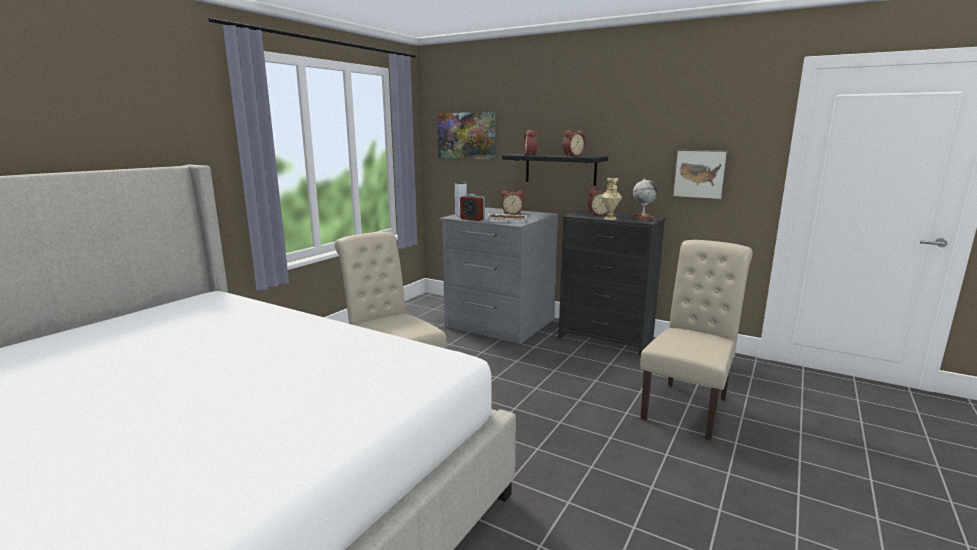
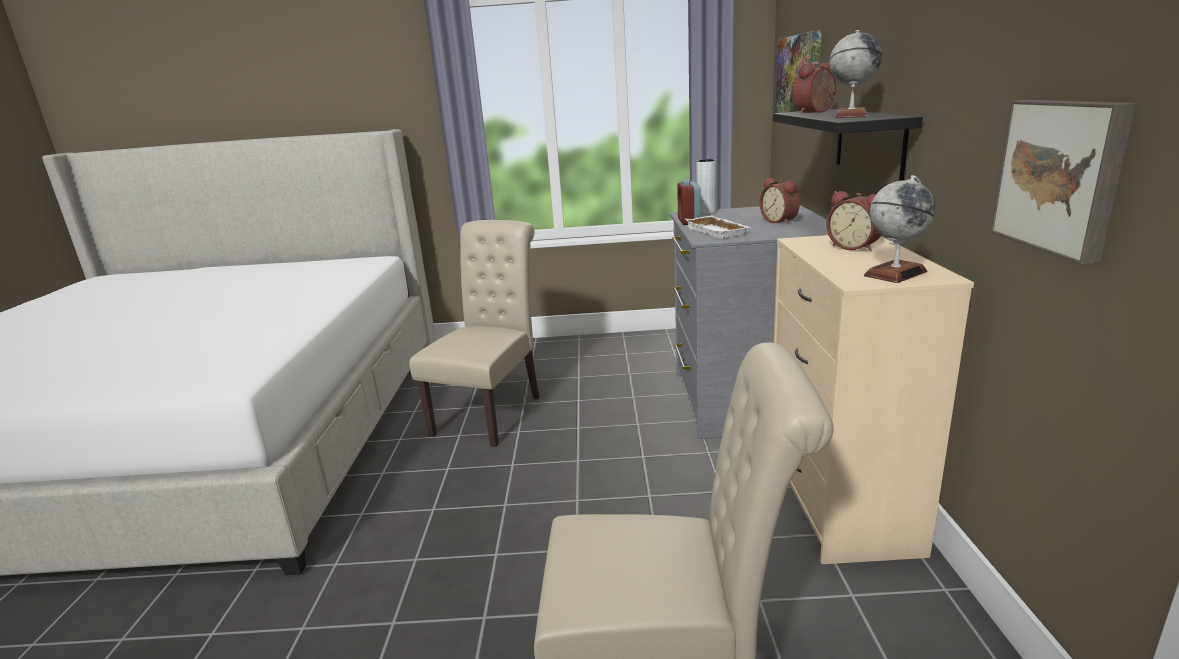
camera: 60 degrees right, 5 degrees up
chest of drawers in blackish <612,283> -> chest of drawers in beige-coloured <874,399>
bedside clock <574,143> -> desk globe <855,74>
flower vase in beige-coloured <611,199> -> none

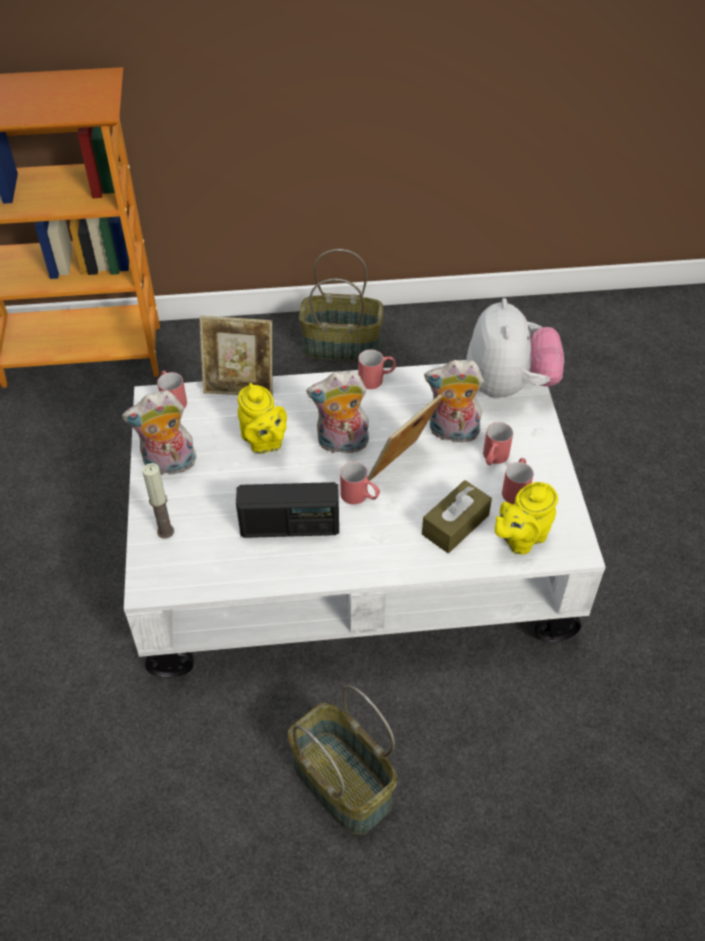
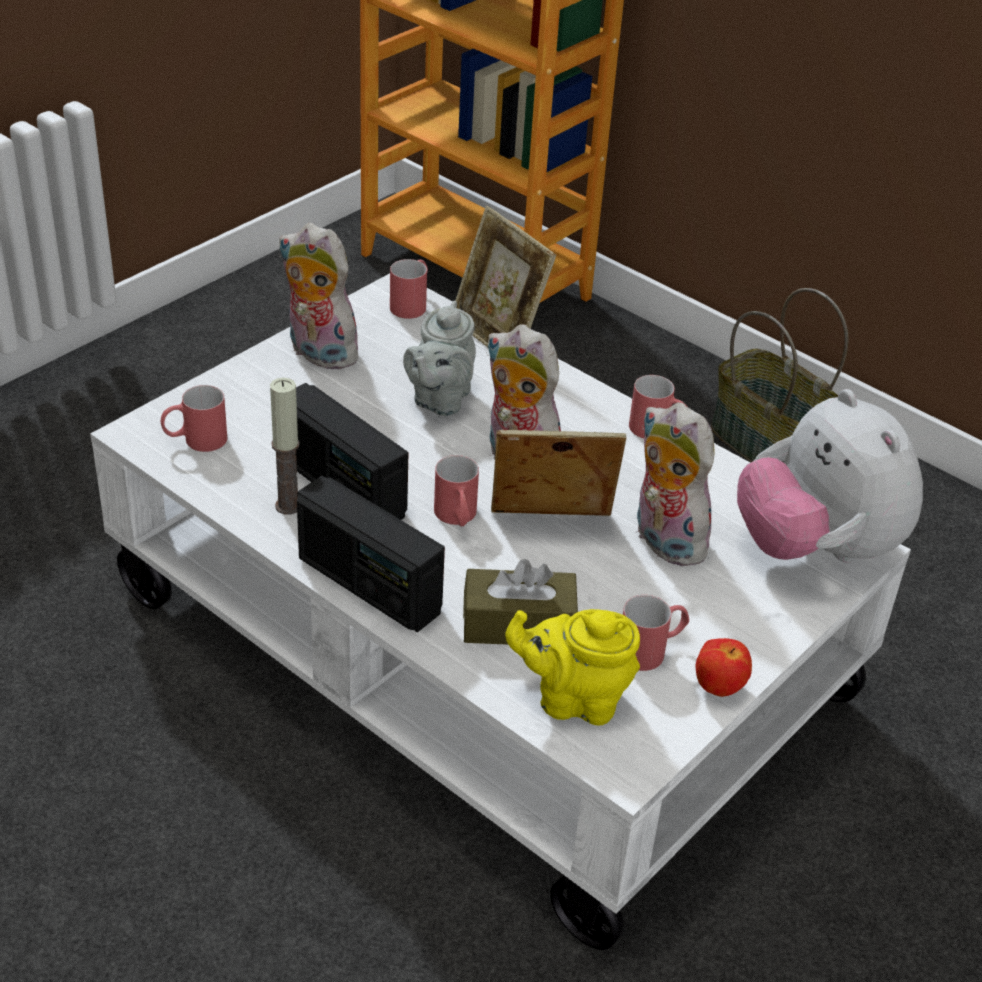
camera: 45 degrees right, 10 degrees down
wax candle <158,500> -> wax candle <285,446>, shifted
tea pot in yellow <262,418> -> tea pot in greyish <439,358>
basket <342,760> -> none
plush toy <515,348> -> plush toy <830,476>, 105 degrees clockwise
mug in red <498,443> -> mug in red <194,418>, shifted
none -> radio set <371,554>
none -> apple fruit <723,667>

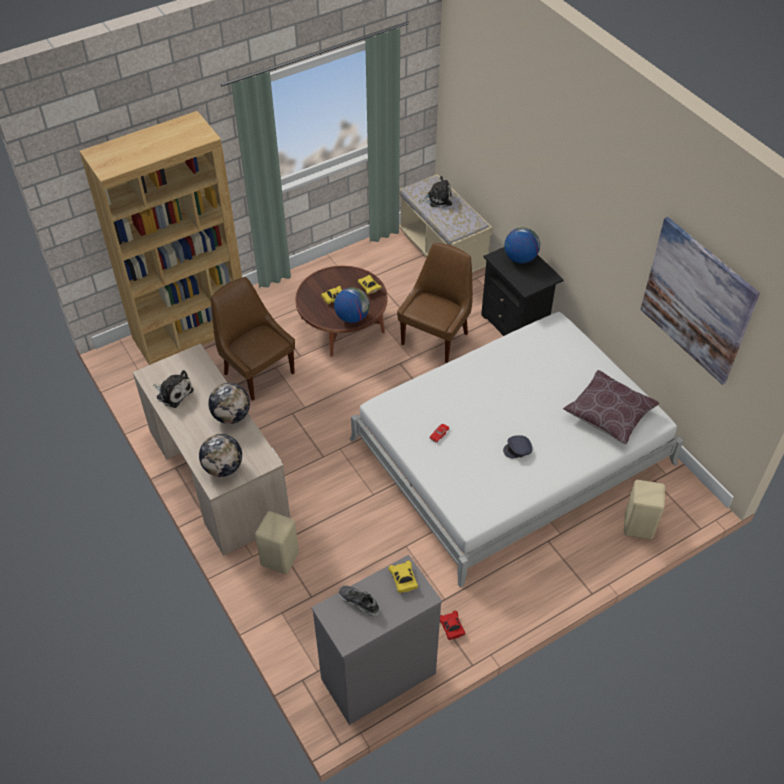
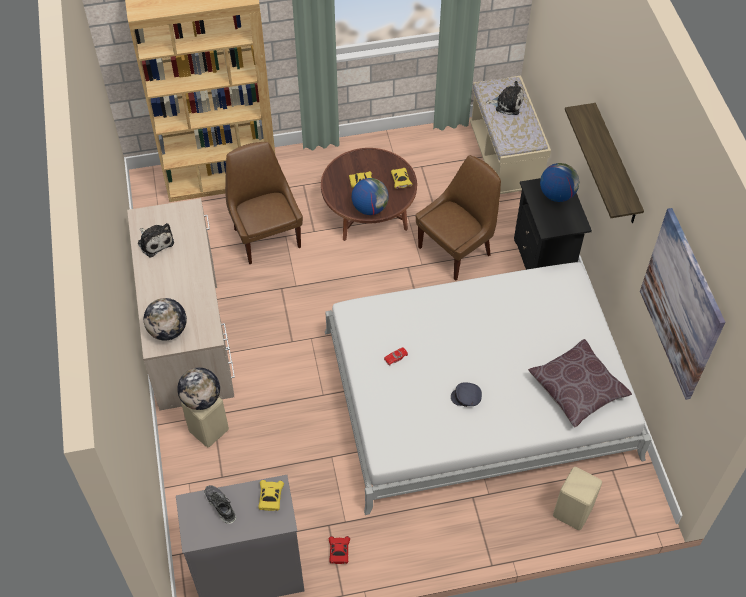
camera: 20 degrees right, 5 degrees up
desk globe <229,403> -> desk globe <198,388>, shifted
none -> bracket shelf <604,163>

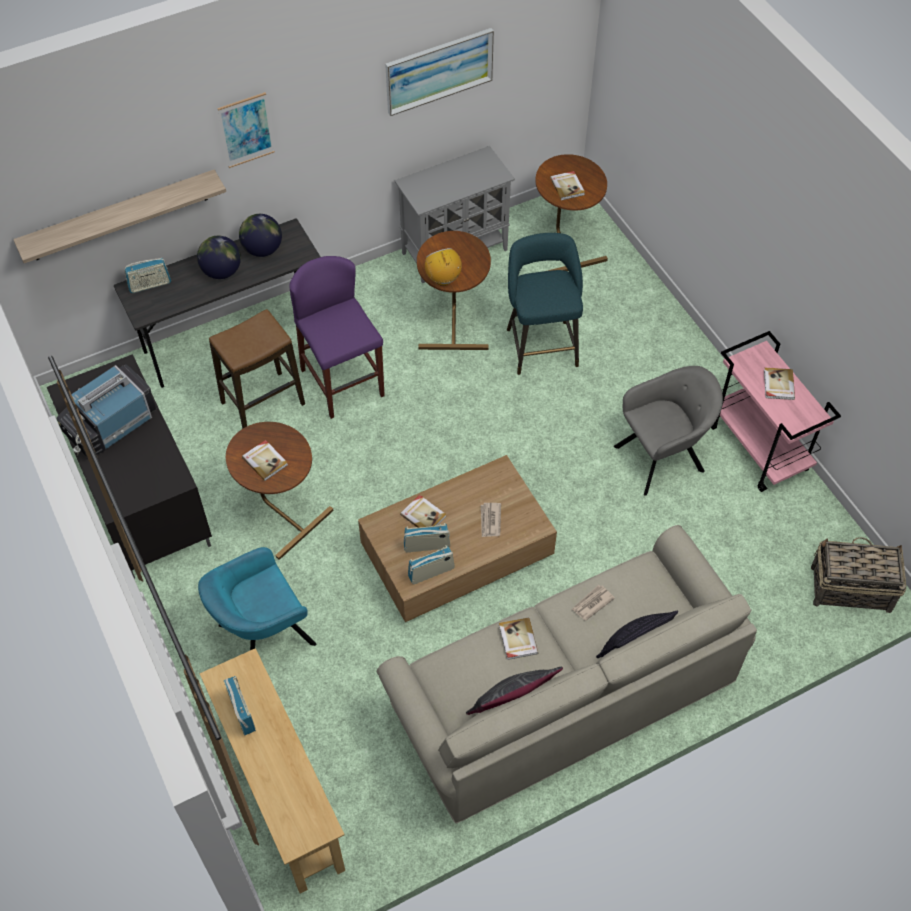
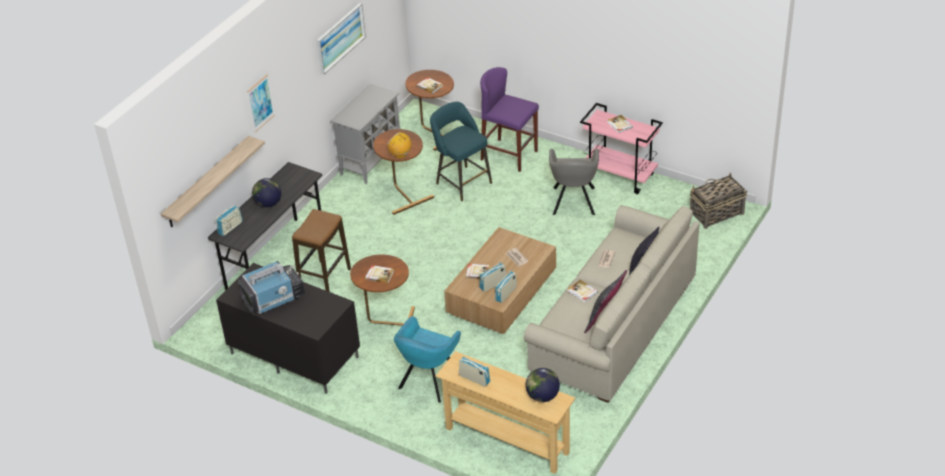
camera: 30 degrees left, 15 degrees down
TV set <106,411> -> TV set <271,287>, 135 degrees counterclockwise
desk globe <260,235> -> desk globe <543,385>, shifted
sitting stool in purple <337,337> -> sitting stool in purple <509,119>, shifted
easy chair in greyish <668,431> -> easy chair in greyish <574,182>, 150 degrees clockwise

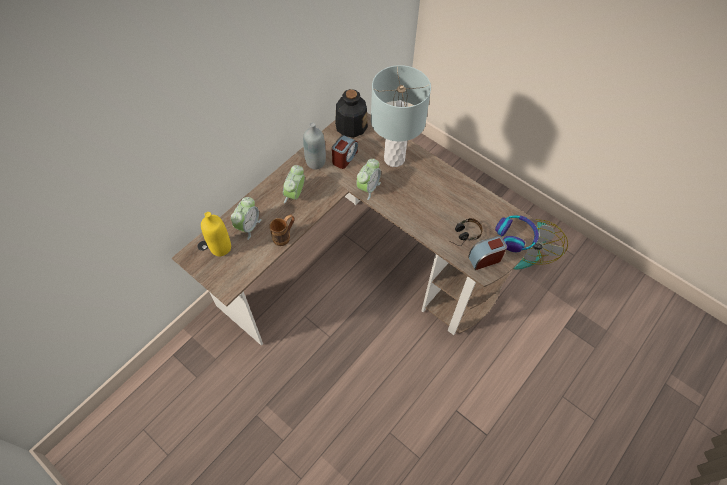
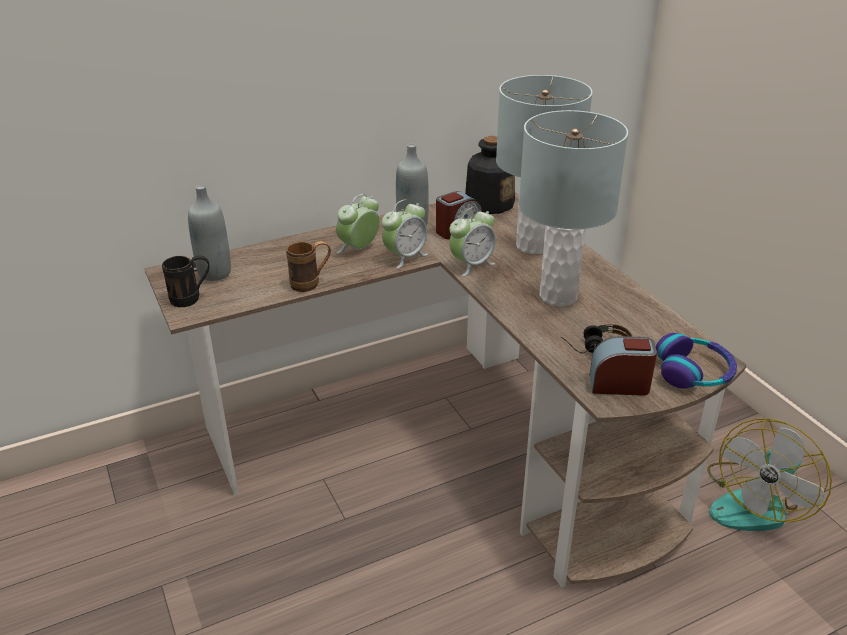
camera: 25 degrees right, 25 degrees down
beverage bottle in yellow <216,234> -> beverage bottle in greyish <209,233>
bedside clock <246,218> -> bedside clock <405,233>, shifted
none -> mug in blackish <185,281>
none -> tabletop lamp in greyish <573,208>

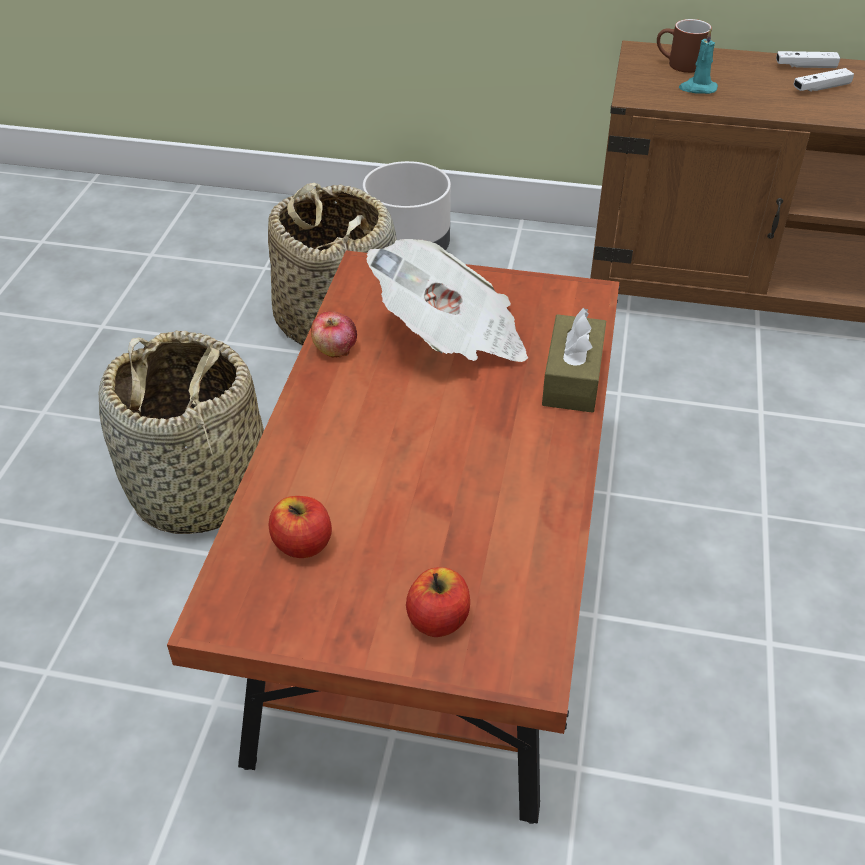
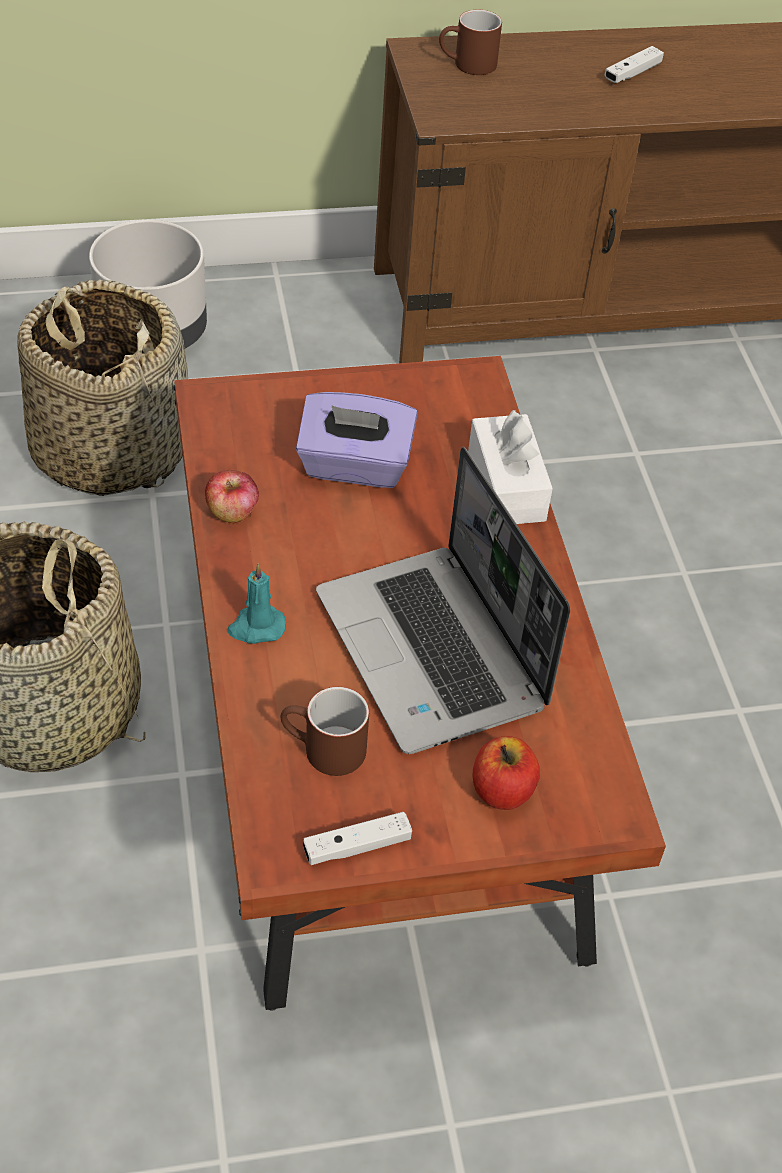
camera: 25 degrees left, 5 degrees up
apple fruit <300,527> -> mug in brown-coloured <324,731>
newspaper <447,300> -> tissue box in purple <356,440>
tissue box in brown-coloured <574,360> -> tissue box in whitish <510,466>
wax candle in turquoise <698,61> -> wax candle in turquoise <256,604>, shifted
joypad in whitish <808,59> -> joypad in whitish <357,838>, shifted
none -> notebook computer <443,600>

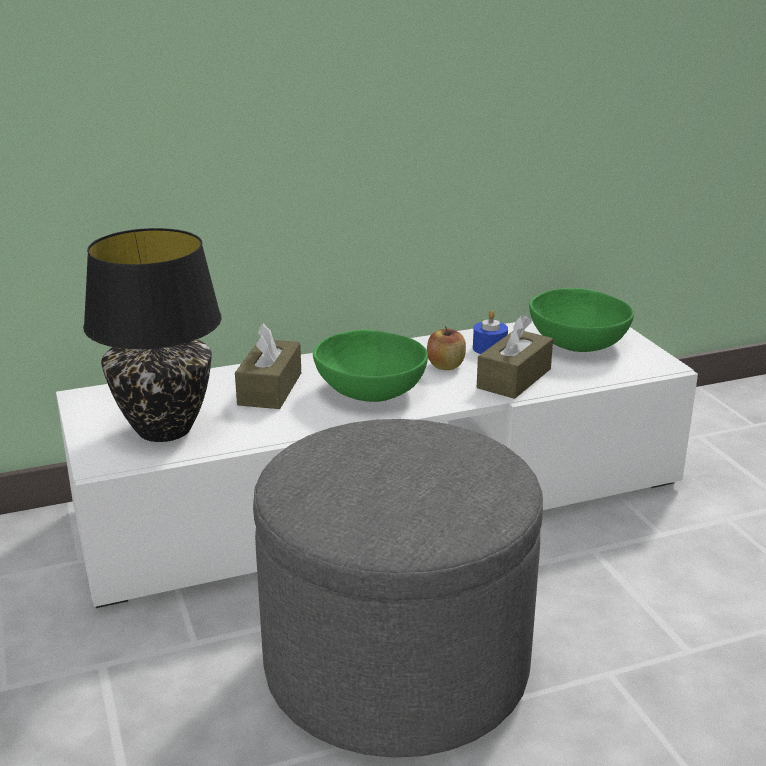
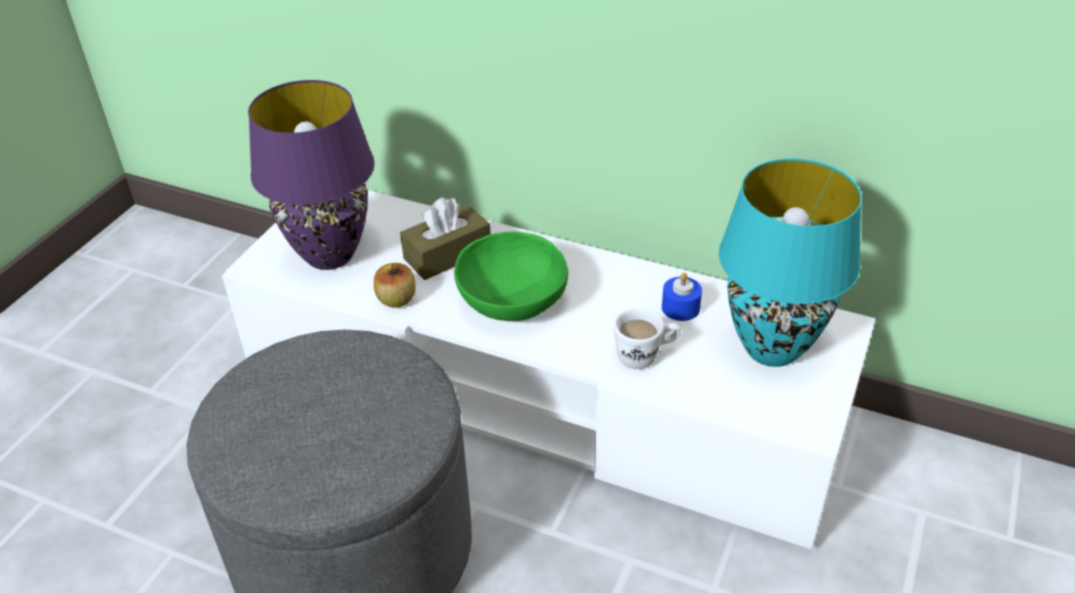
camera: 45 degrees right, 15 degrees up
tabletop lamp in blackish <152,335> -> tabletop lamp in purple <311,175>
apple fruit <446,348> -> apple fruit <395,285>, shifted
tissue box in brown-coloured <515,357> -> mug in whitish <647,338>
bowl in green <581,320> -> tabletop lamp in turquoise <790,262>

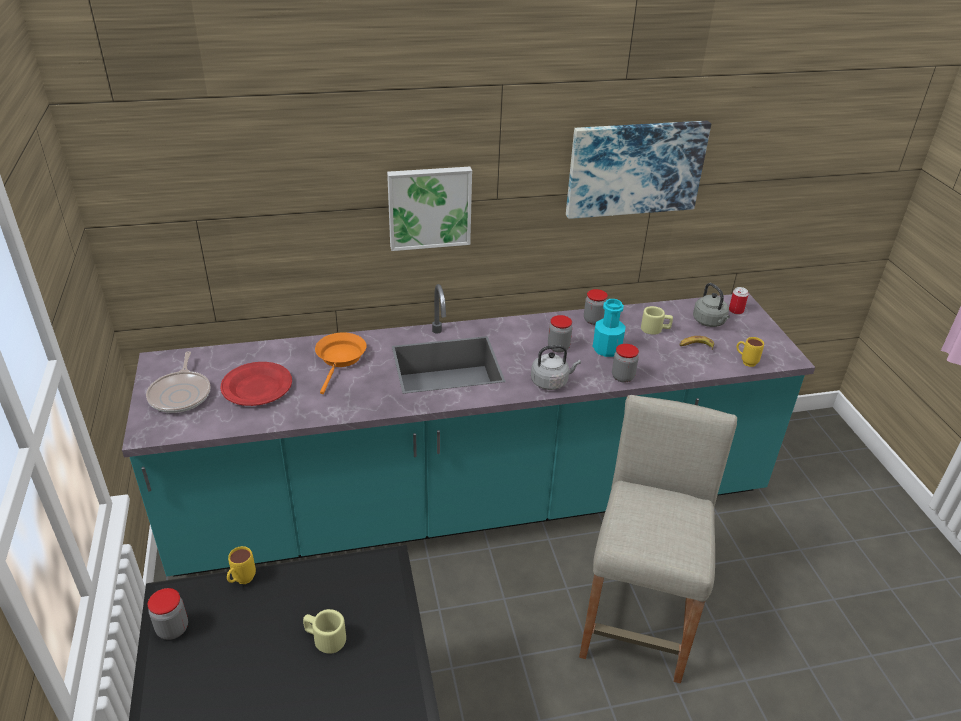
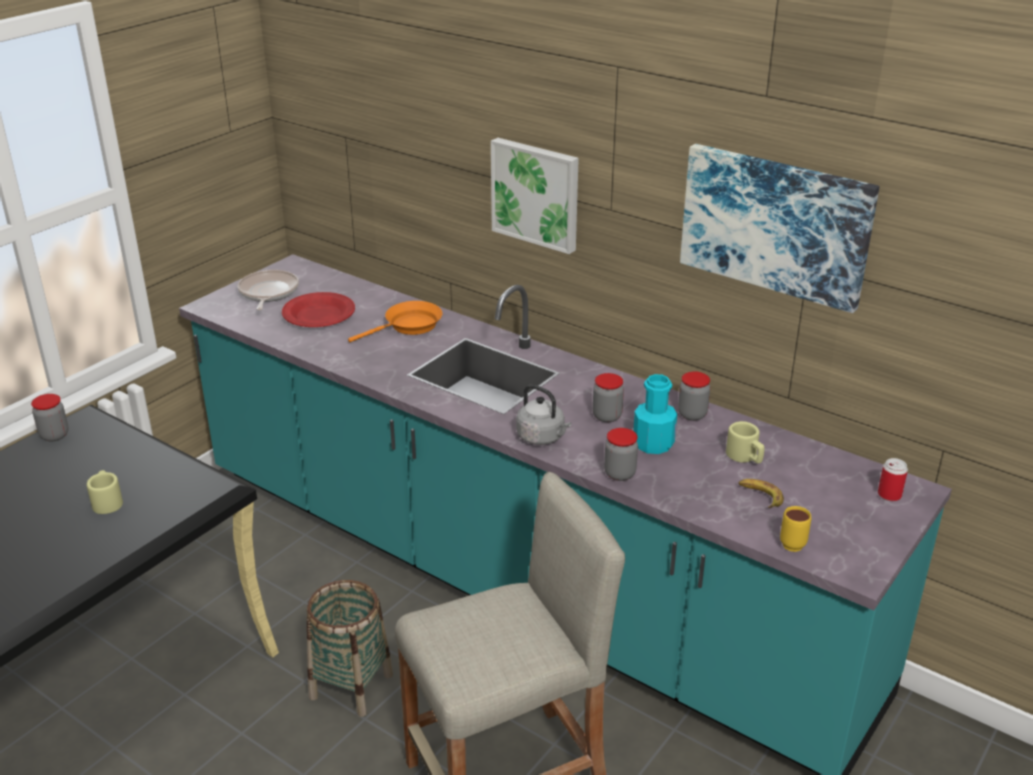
camera: 50 degrees right, 5 degrees down
skillet <178,382> -> skillet <268,290>, 135 degrees clockwise
mug in yellow <241,565> -> none
kettle in greyish <711,305> -> none
none -> basket <350,648>

